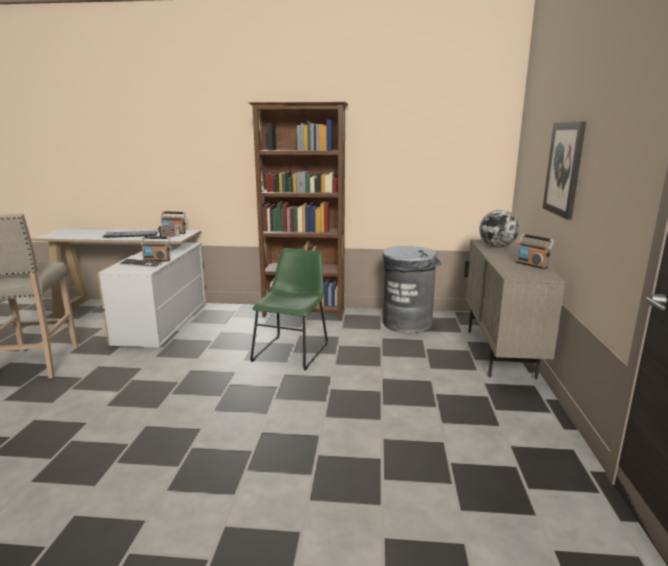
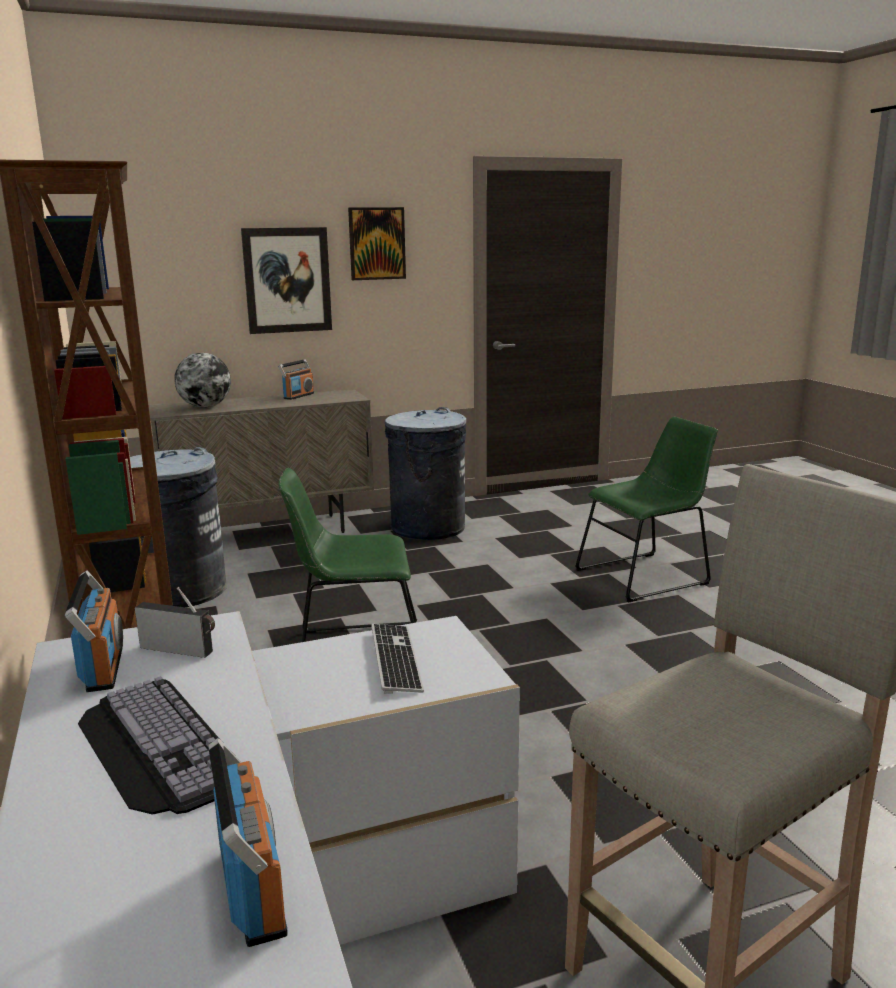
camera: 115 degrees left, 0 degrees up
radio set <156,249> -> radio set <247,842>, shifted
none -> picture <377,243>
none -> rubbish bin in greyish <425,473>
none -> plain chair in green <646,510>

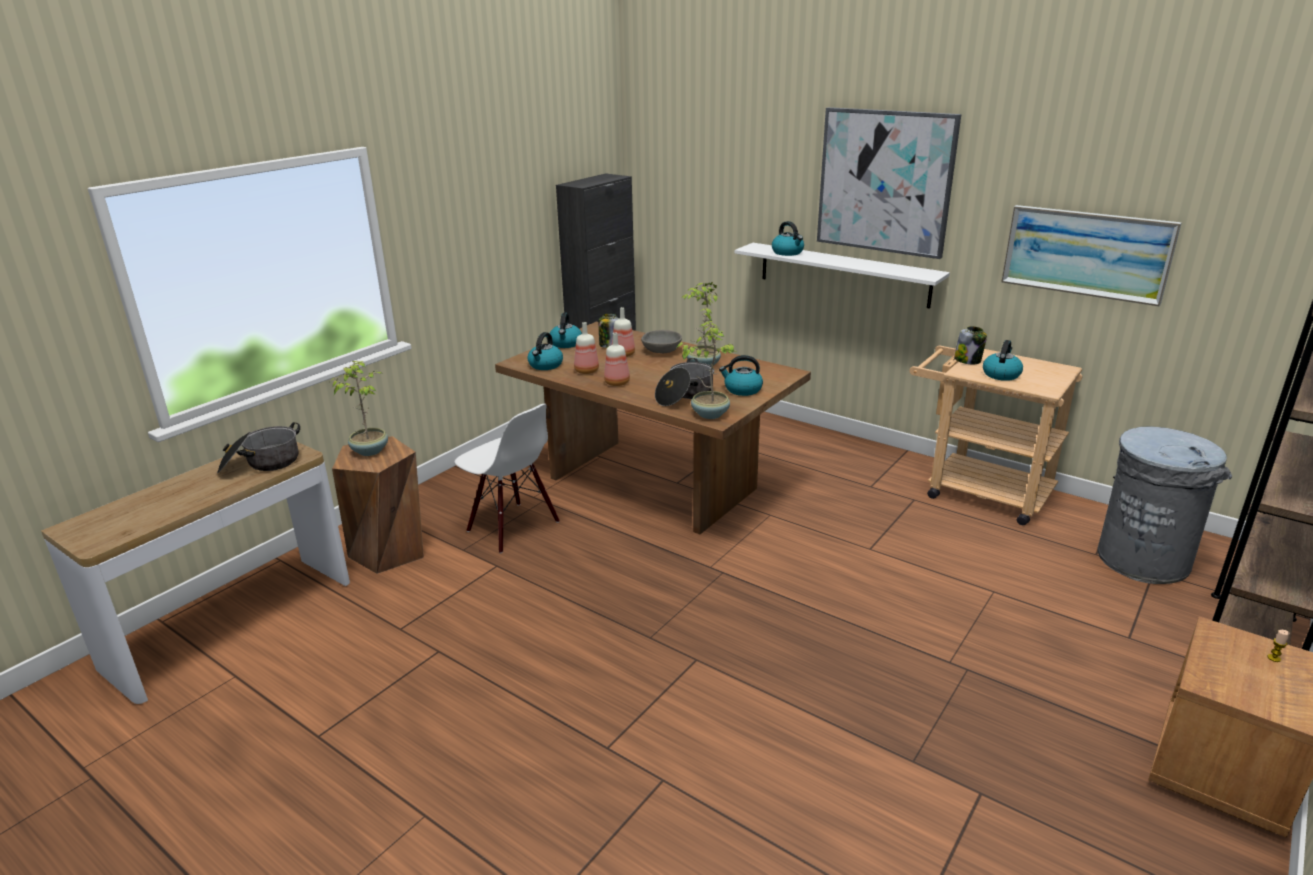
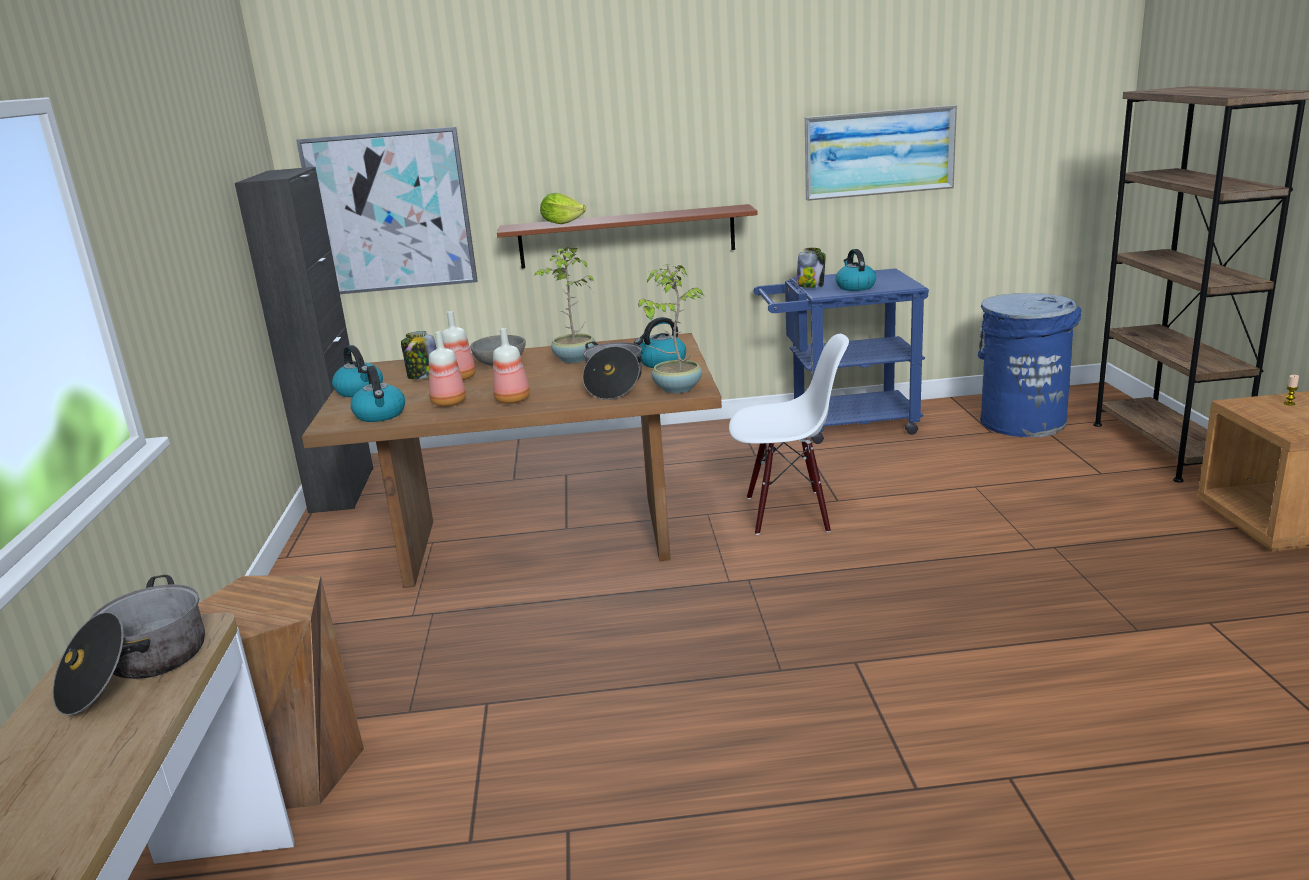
camera: 40 degrees left, 5 degrees down
potted plant <359,408> -> none
plain chair in whitish <507,479> -> plain chair in whitish <789,434>, shifted
bracket shelf in whitish <842,276> -> bracket shelf in brown-coloured <627,236>
kettle <788,238> -> head of lettuce <563,208>
picture <889,183> -> picture <387,210>, shifted
cart in beige-coloured <995,435> -> cart in bluish <841,356>
rubbish bin in greyish <1165,505> -> rubbish bin in bluish <1029,365>

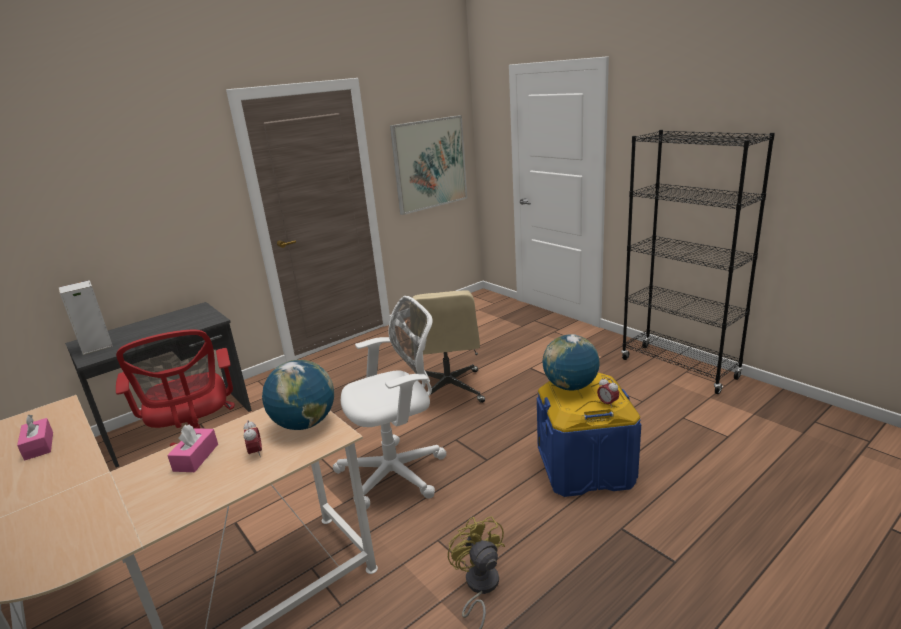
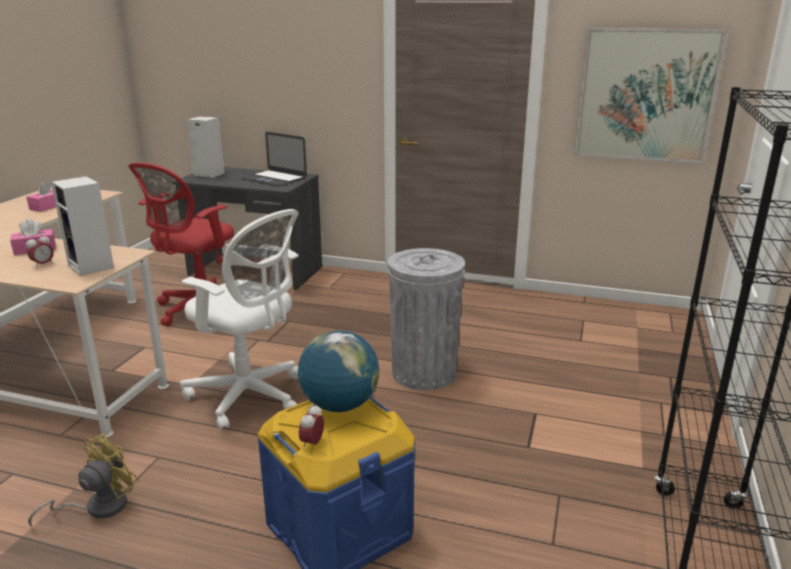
camera: 55 degrees right, 0 degrees up
desk globe <298,395> -> loudspeaker <82,226>
computer chair in beige-coloured <447,346> -> rubbish bin in greyish <426,319>
none -> notebook computer <274,159>

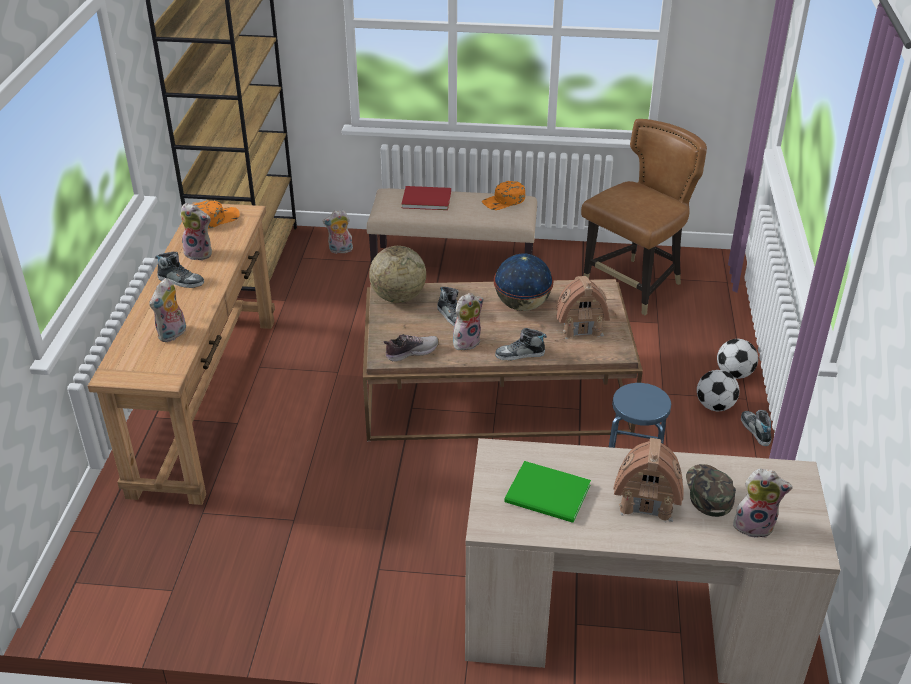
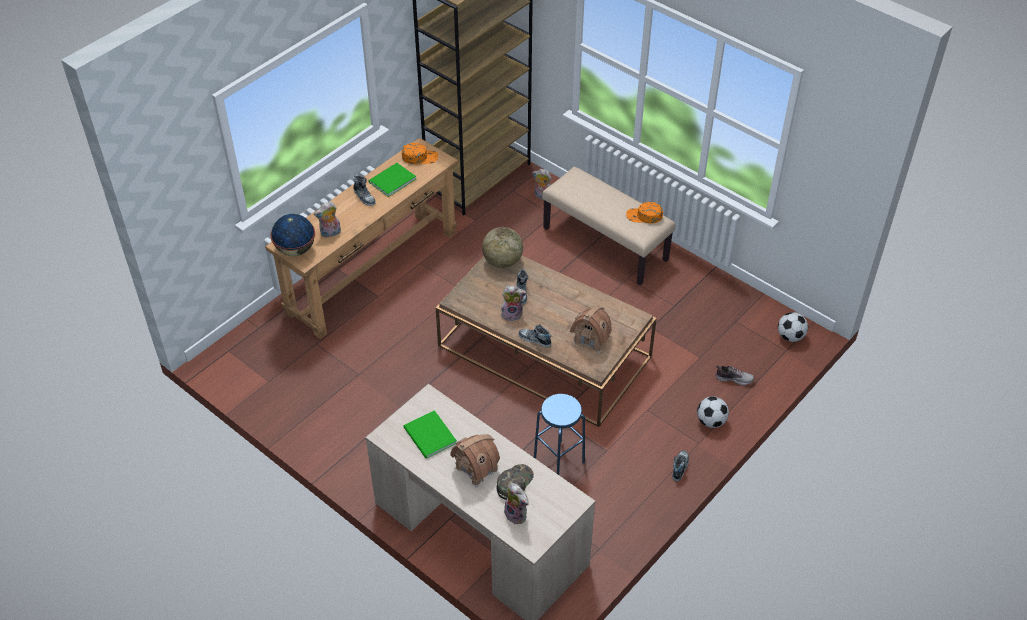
camera: 35 degrees right, 10 degrees up
plush toy <196,232> -> bound book in green <392,180>
item of footwear <411,348> -> item of footwear <735,375>, shifted
bound book in red <426,198> -> none
desk globe <524,282> -> desk globe <292,235>, shifted
plain chair in brown-coloured <644,217> -> none
football <718,390> -> football <793,327>, shifted

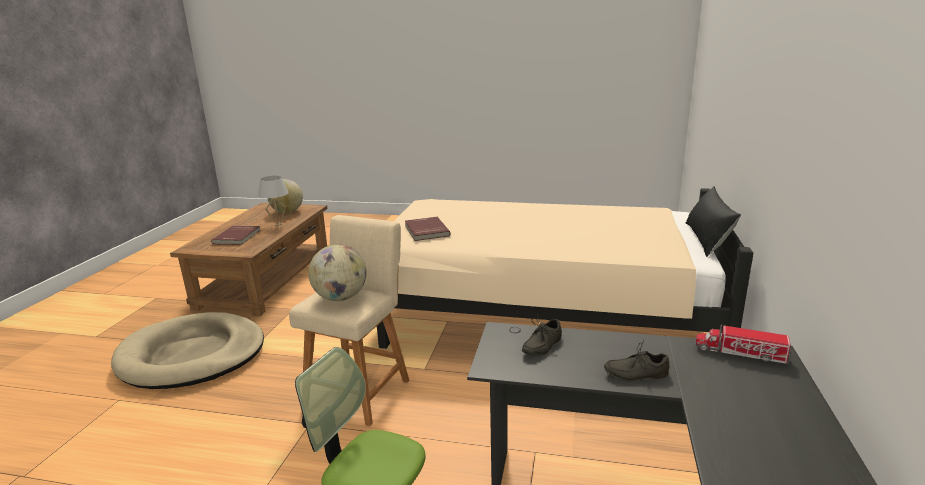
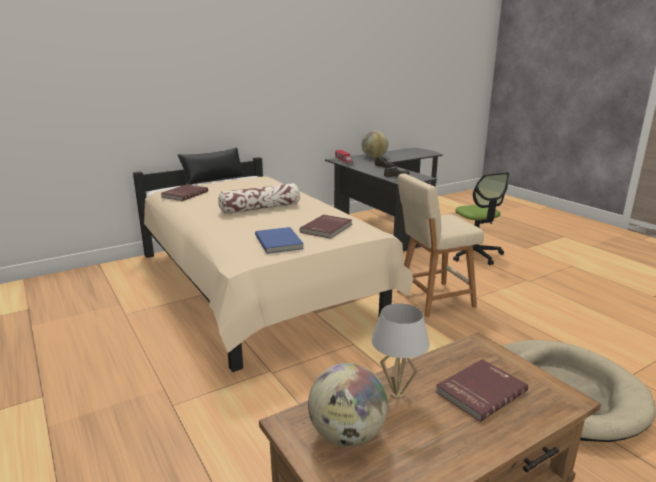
camera: 135 degrees left, 0 degrees up
desk globe <337,272> -> desk globe <374,144>, shifted
none -> bound book in red <184,192>
none -> cushion <259,198>
none -> bound book in bluish <279,240>

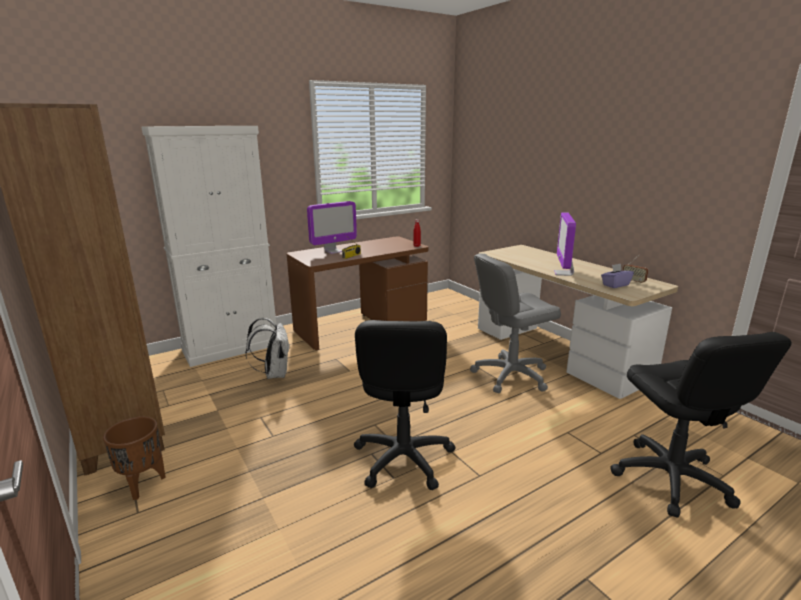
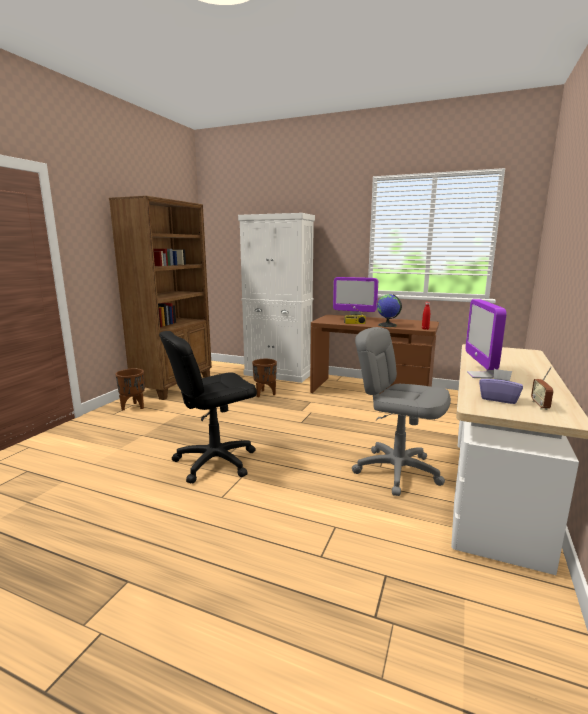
camera: 55 degrees right, 5 degrees down
rucksack in whitish <267,348> -> flower pot in brown-coloured <264,378>
computer screen <565,244> -> computer screen <485,339>, 60 degrees counterclockwise
computer chair in blackish <701,425> -> none
none -> desk globe <389,310>

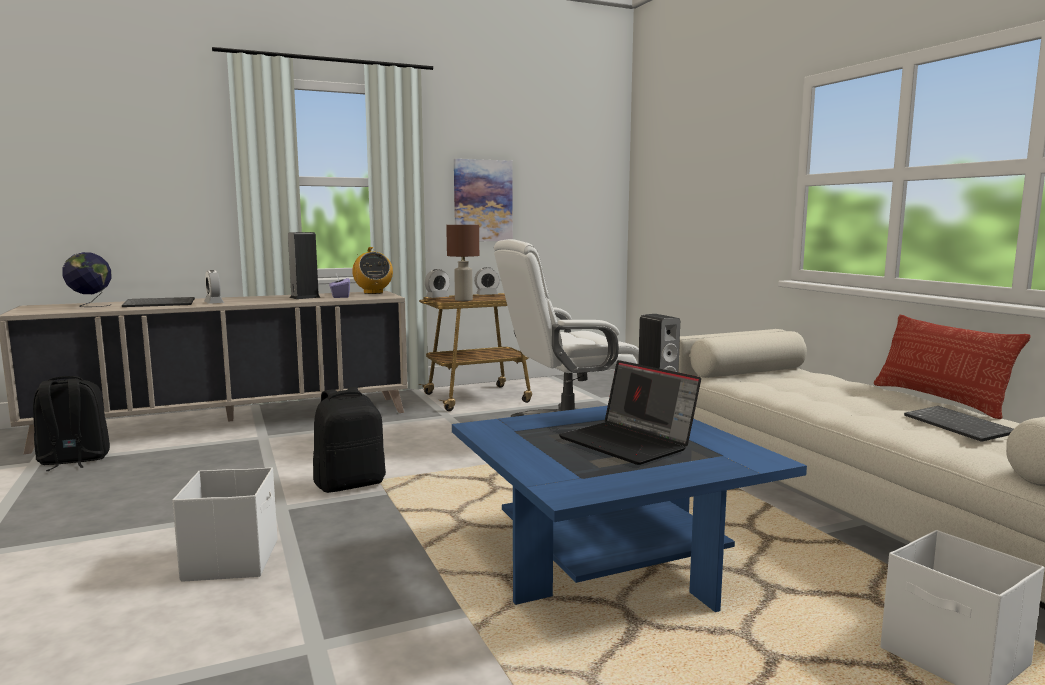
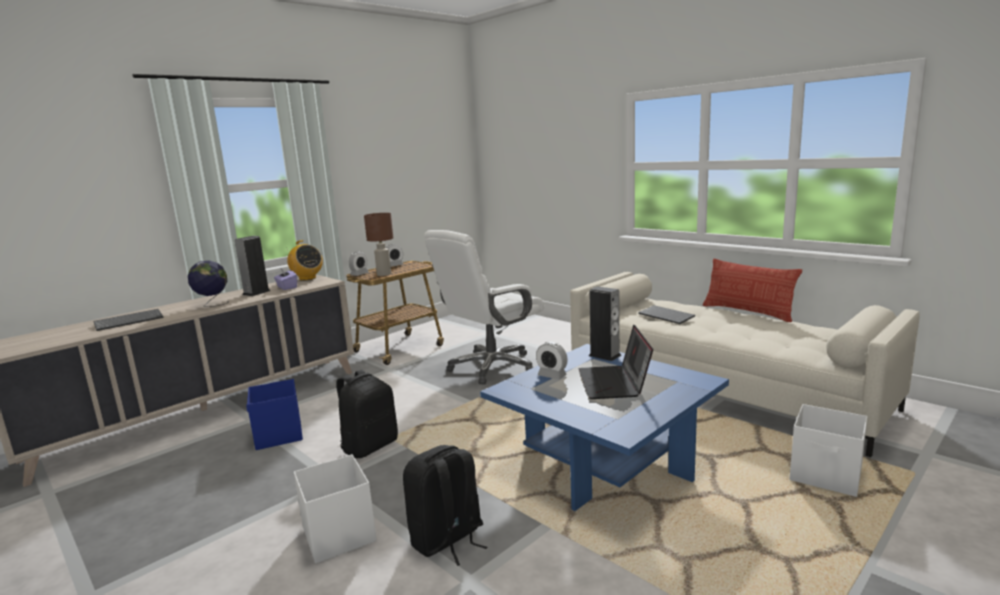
camera: 20 degrees left, 5 degrees up
rucksack in blackish <71,423> -> rucksack in blackish <445,505>, shifted
desk globe <86,279> -> desk globe <208,283>, shifted
bedside clock <214,287> -> bedside clock <552,360>, shifted
picture <483,200> -> none
notebook computer <630,412> -> notebook computer <615,362>, 60 degrees clockwise
keyboard <959,424> -> keyboard <666,314>, shifted
none -> storage bin in bluish <274,414>

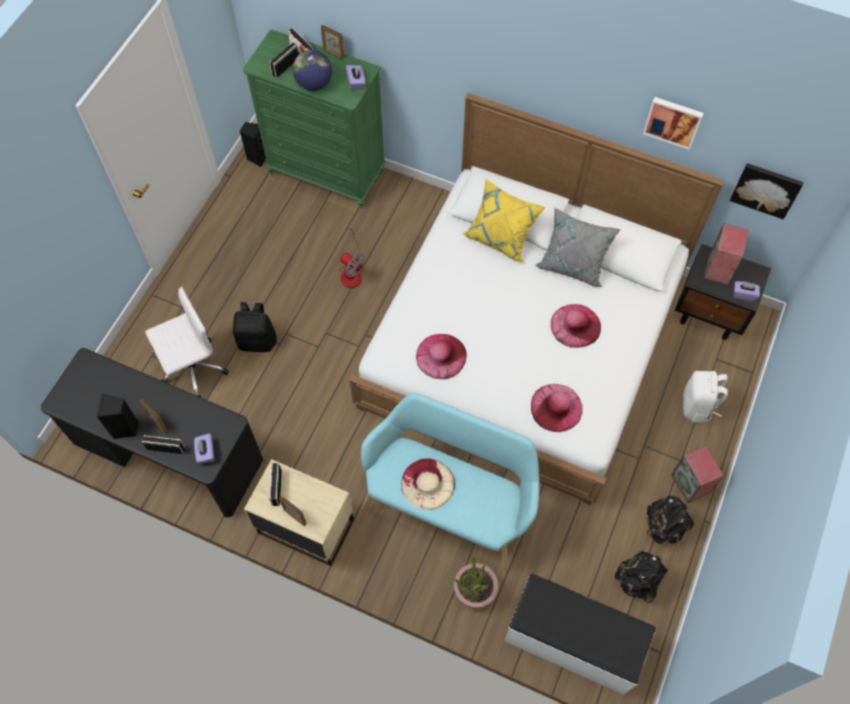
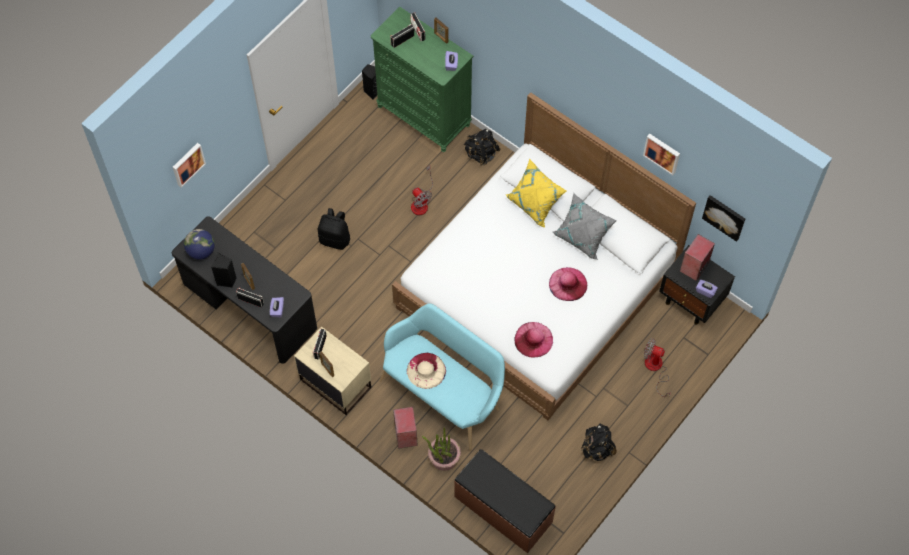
camera: 15 degrees right, 0 degrees up
computer chair in whitish <187,341> -> none
desk globe <312,70> -> desk globe <199,244>, shifted
wearable hat in pink-coloured <441,356> -> none
indoor bench in whitish <580,634> -> indoor bench in brown-coloured <505,501>
rucksack in blackish <641,577> -> rucksack in blackish <482,147>, shifted
loudspeaker <697,474> -> loudspeaker <405,428>, shifted
rucksack in whitish <705,397> -> cooling fan <658,367>
none -> picture <189,165>

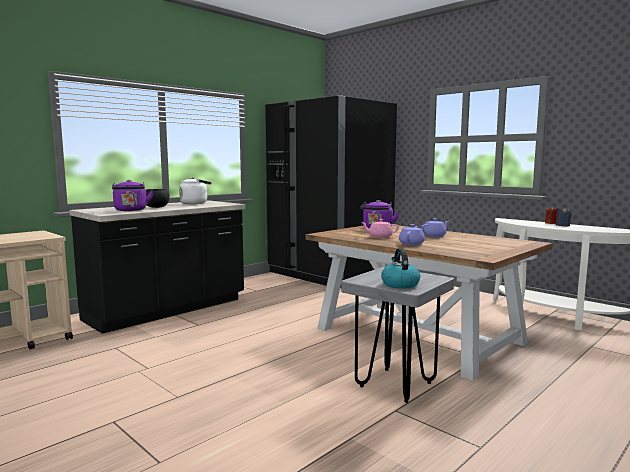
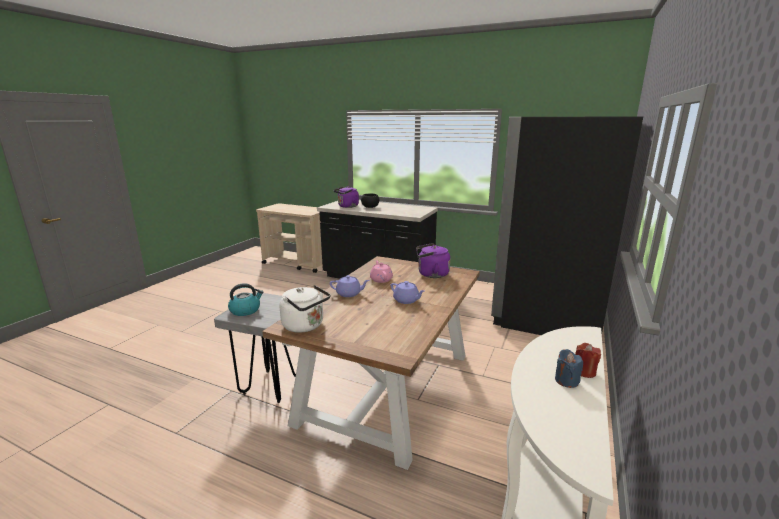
camera: 70 degrees right, 10 degrees up
kettle in whitish <195,190> -> kettle in whitish <304,309>, shifted

